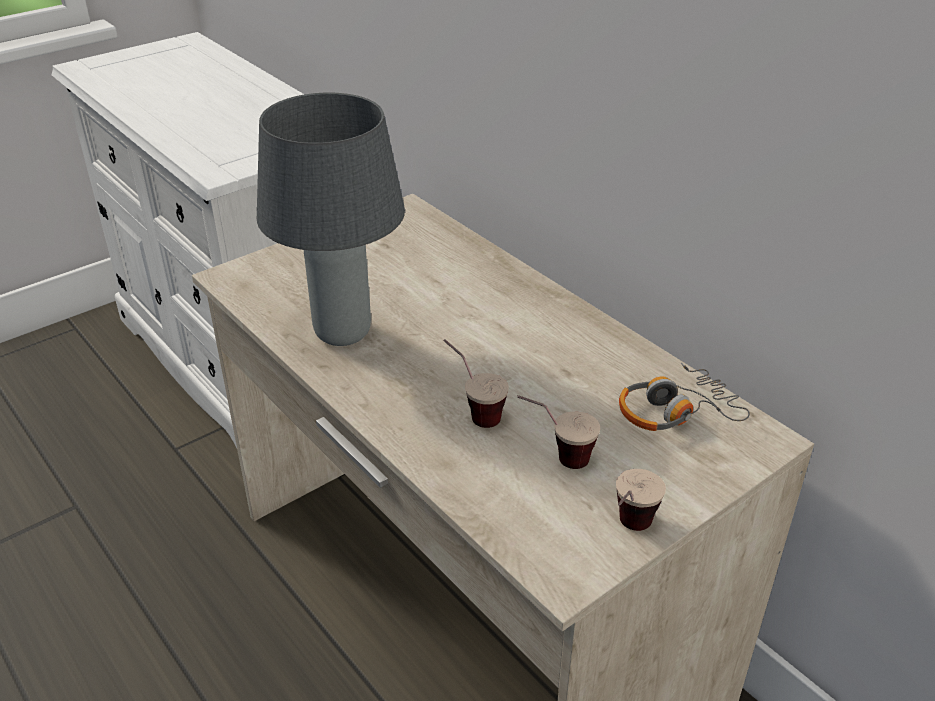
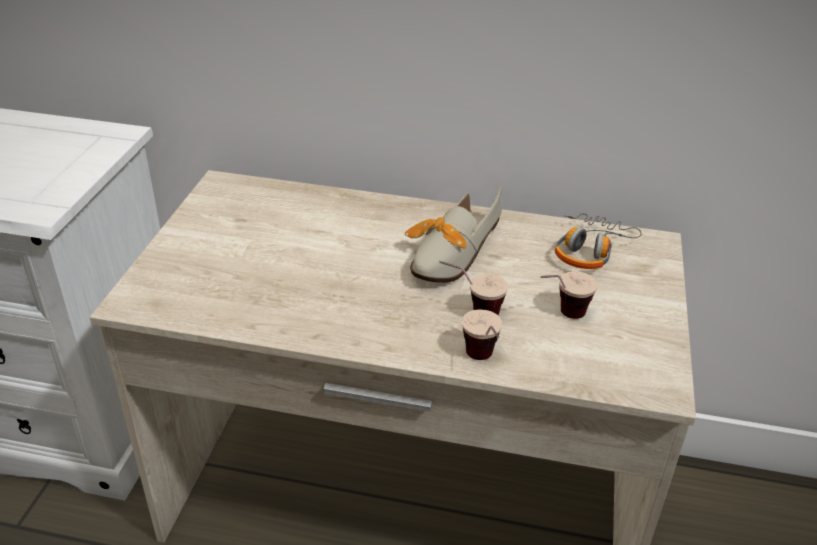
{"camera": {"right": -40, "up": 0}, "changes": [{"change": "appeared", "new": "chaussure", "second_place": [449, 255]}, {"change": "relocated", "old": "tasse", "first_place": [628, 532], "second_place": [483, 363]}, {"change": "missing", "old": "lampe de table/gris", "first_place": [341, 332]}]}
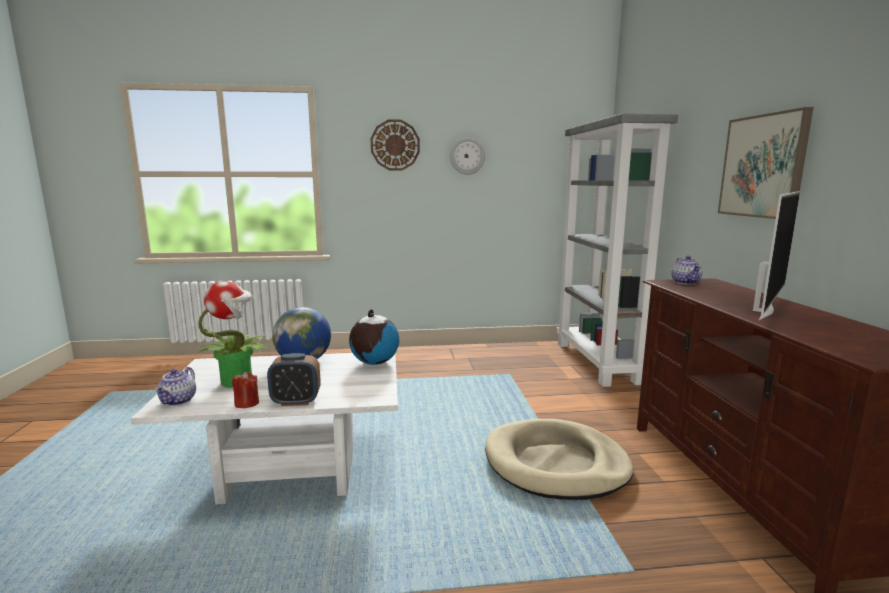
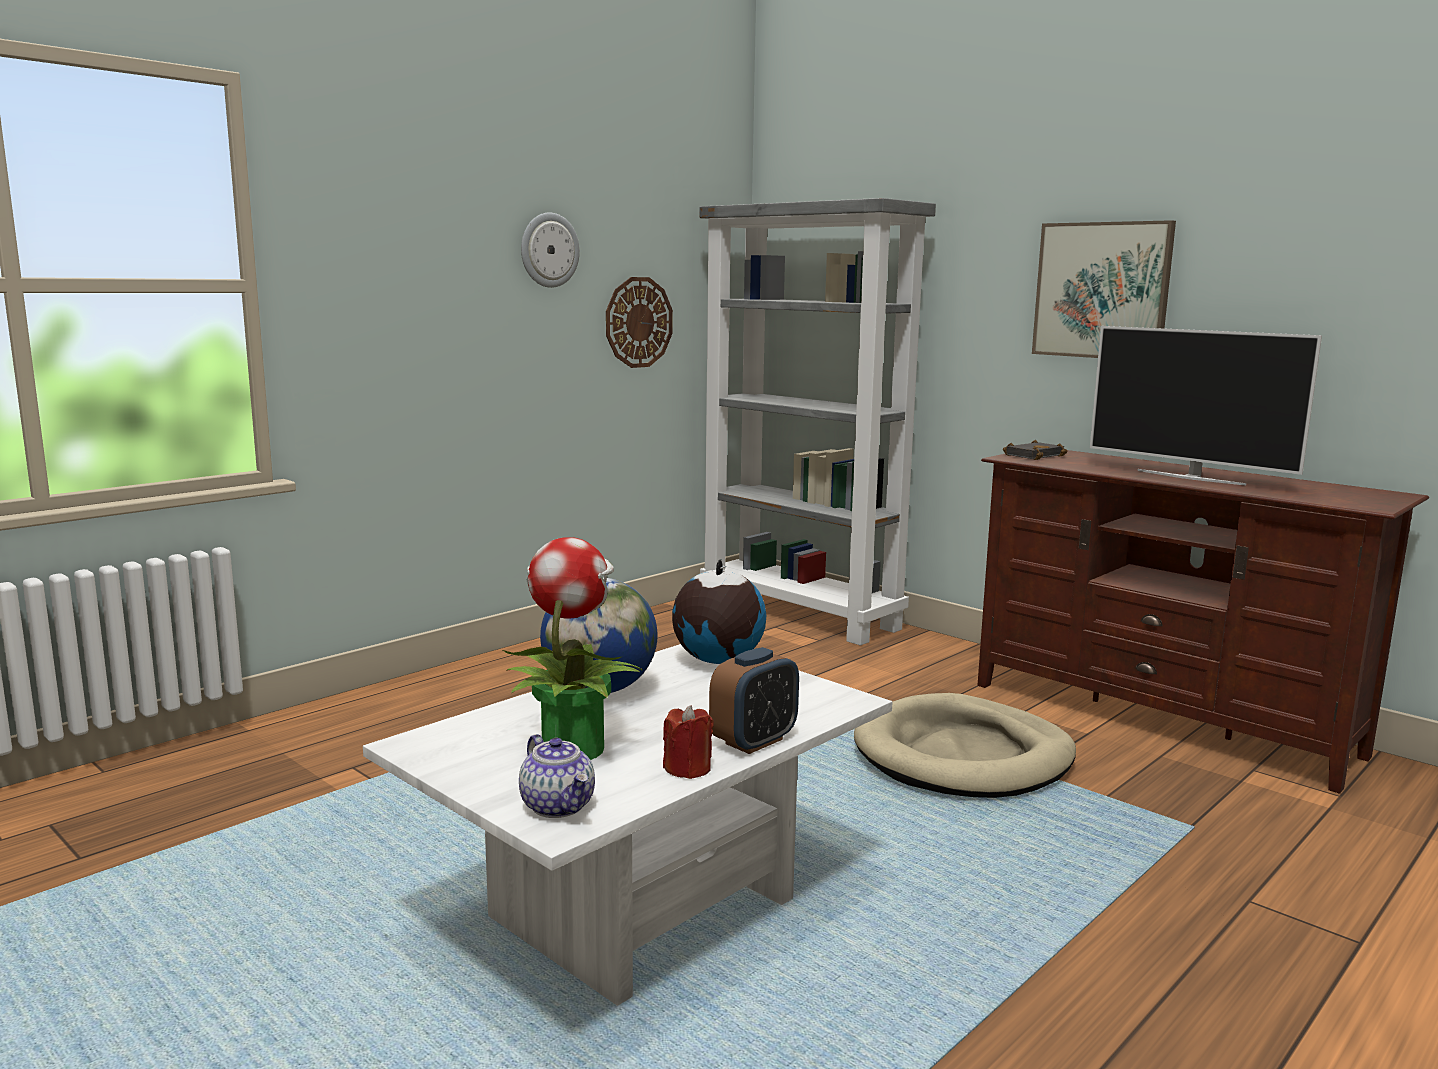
{"camera": {"right": -40, "up": 0}, "changes": [{"change": "relocated", "old": "horloge murale", "first_place": [395, 145], "second_place": [638, 322]}, {"change": "exchanged", "old": "théière", "new": "livre/noir", "first_place": [686, 282], "second_place": [1033, 455]}, {"change": "spun", "old": "téléviseur", "first_place": [763, 311], "second_place": [1190, 477], "degrees": 135}]}
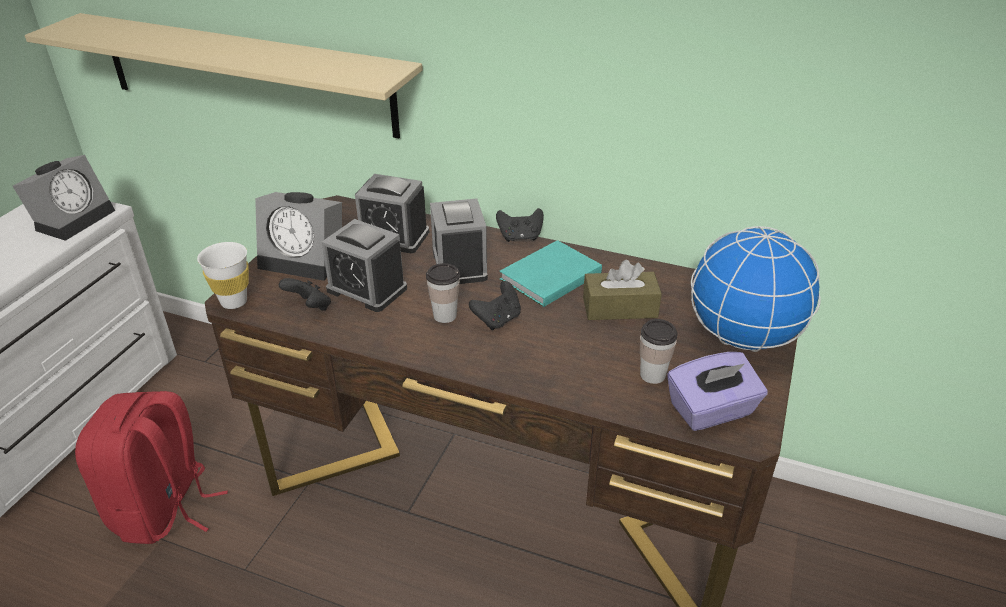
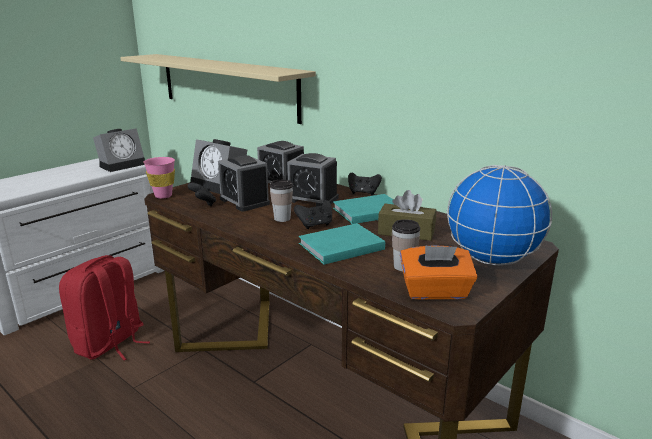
{"camera": {"right": 20, "up": -15}, "changes": [{"change": "colour", "old": "tasse/blanc", "new": "tasse/rose", "first_place": [234, 302], "second_place": [163, 196]}, {"change": "spun", "old": "réveil", "first_place": [459, 264], "second_place": [312, 199], "degrees": -75}, {"change": "appeared", "new": "livre/turquoise", "second_place": [339, 246]}, {"change": "colour", "old": "boîte à mouchoirs/violet", "new": "boîte à mouchoirs/orange", "first_place": [711, 411], "second_place": [435, 292]}]}
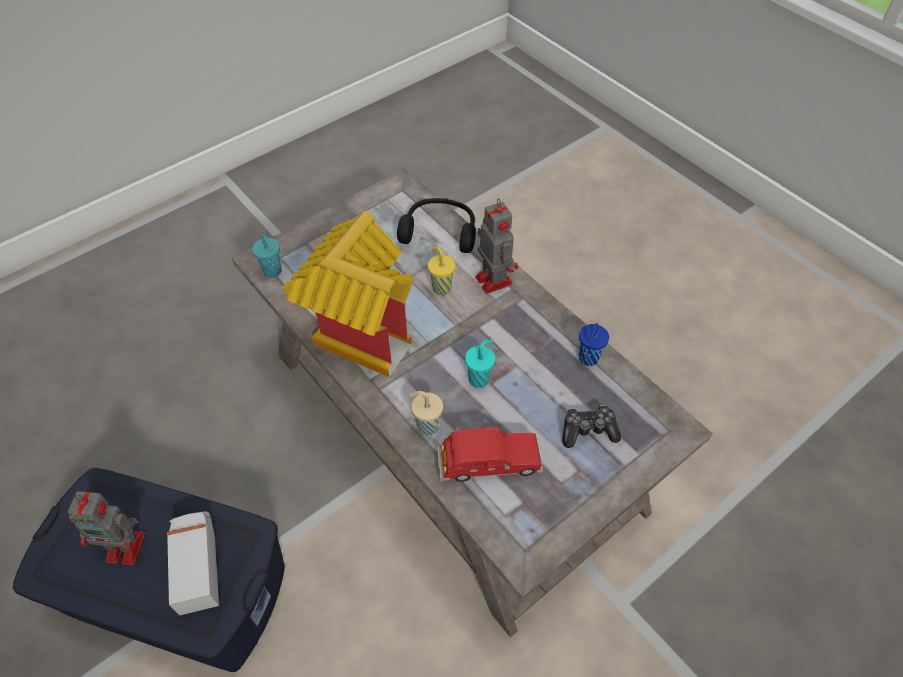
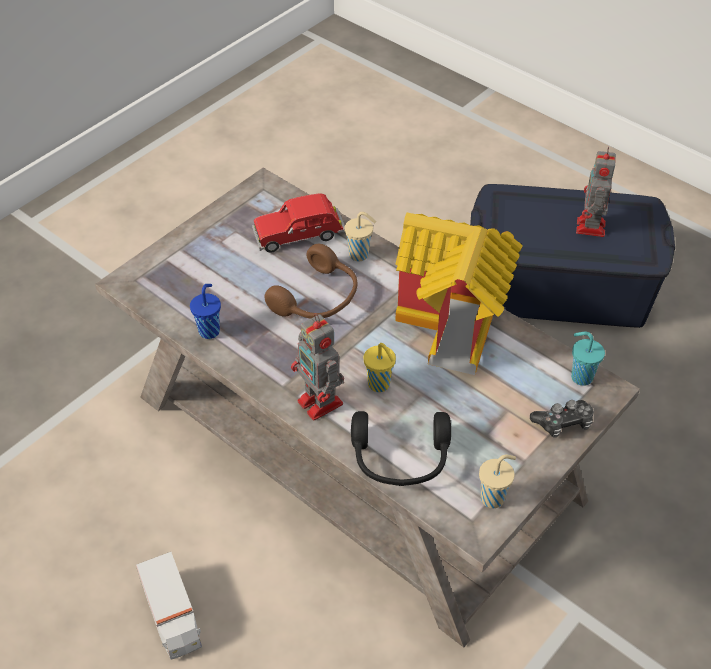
{"camera": {"right": 170, "up": -5}, "changes": [{"change": "relocated", "old": "camion jouet", "first_place": [199, 565], "second_place": [172, 616]}, {"change": "exchanged", "old": "tasse/turquoise", "new": "casque audio/marron", "first_place": [479, 379], "second_place": [318, 298]}, {"change": "appeared", "new": "tasse/beige", "second_place": [493, 498]}, {"change": "relocated", "old": "manette", "first_place": [588, 430], "second_place": [563, 423]}, {"change": "spun", "old": "robot jouet", "first_place": [128, 547], "second_place": [590, 228], "degrees": -75}]}
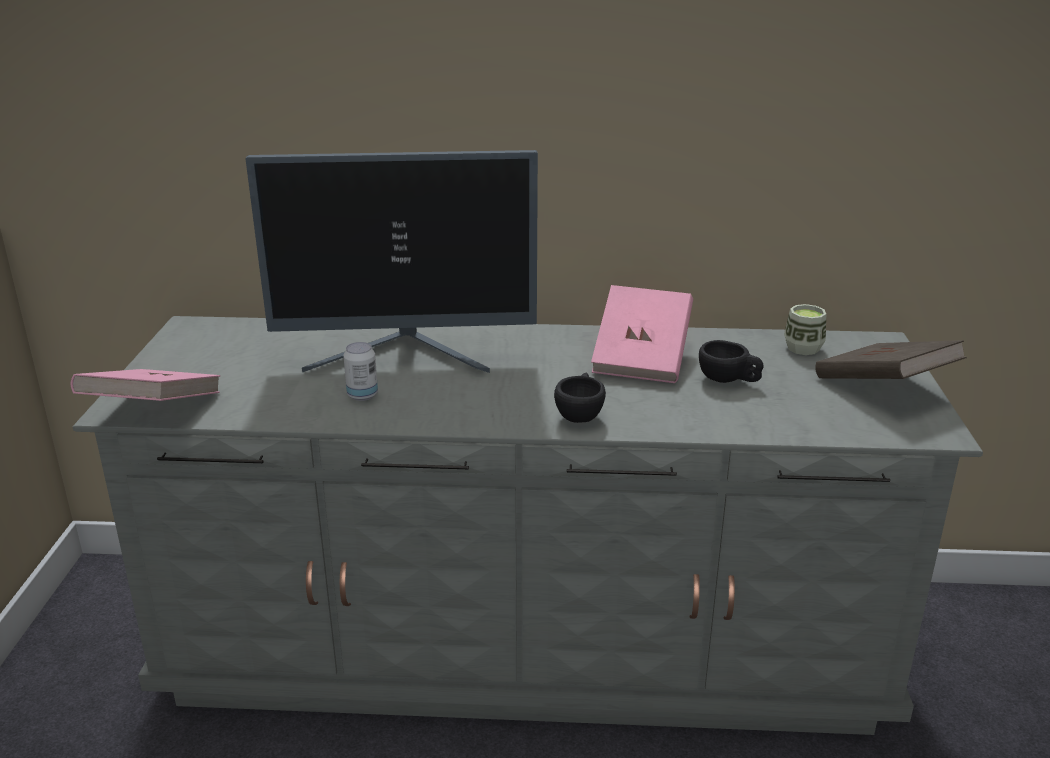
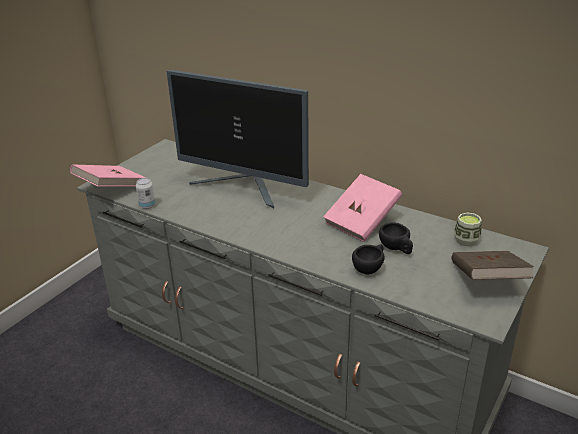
{"camera": {"right": 30, "up": 5}, "changes": [{"change": "relocated", "old": "boîte métallique", "first_place": [362, 395], "second_place": [147, 205]}, {"change": "relocated", "old": "tasse/noir", "first_place": [580, 414], "second_place": [370, 268]}]}
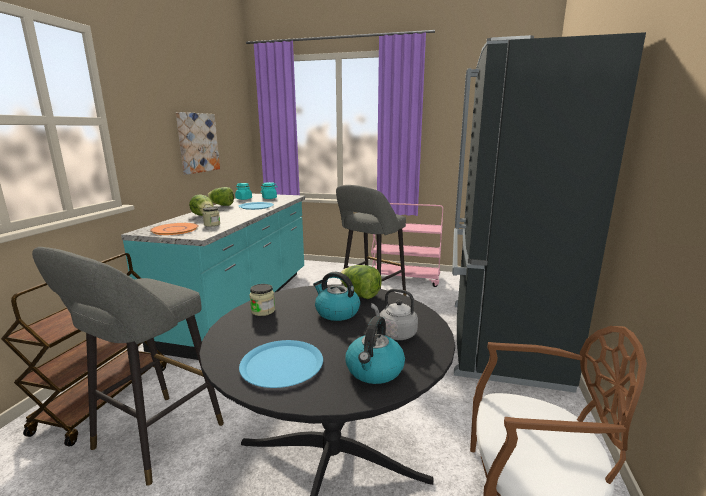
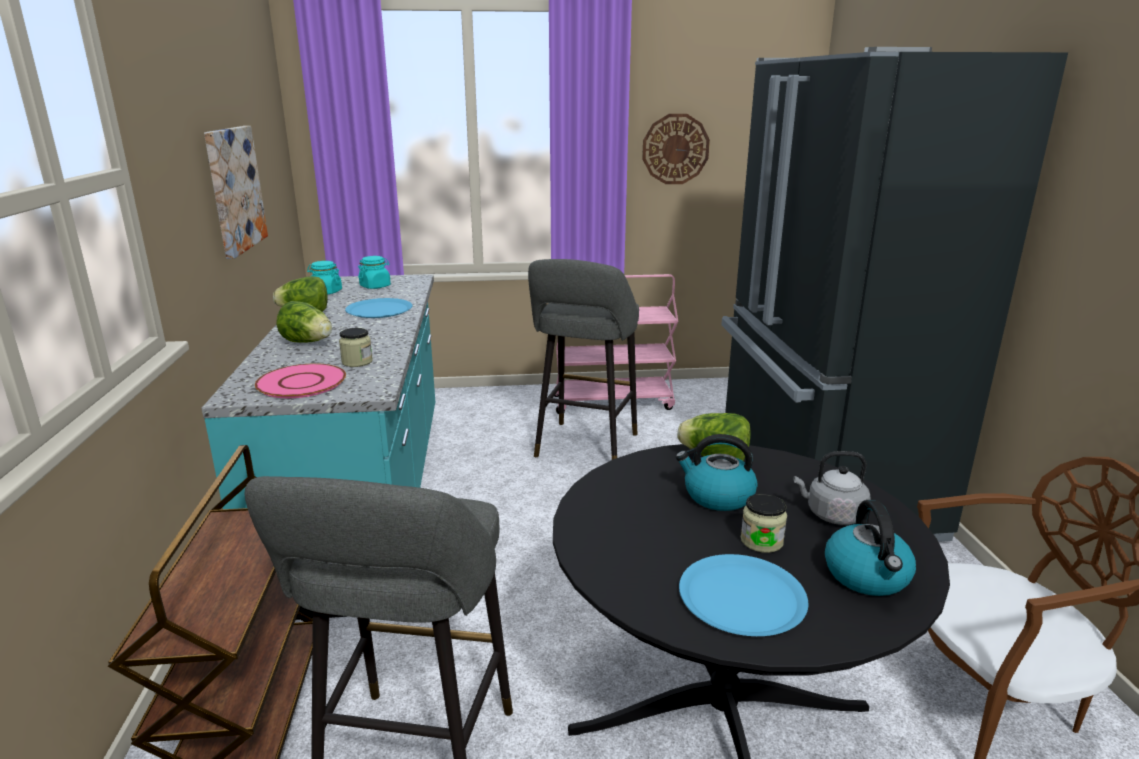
{"camera": {"right": -20, "up": 5}, "changes": [{"change": "colour", "old": "assiette/orange", "new": "assiette/rose", "first_place": [175, 230], "second_place": [302, 383]}, {"change": "appeared", "new": "horloge murale", "second_place": [675, 149]}, {"change": "relocated", "old": "bocal", "first_place": [263, 311], "second_place": [761, 541]}]}
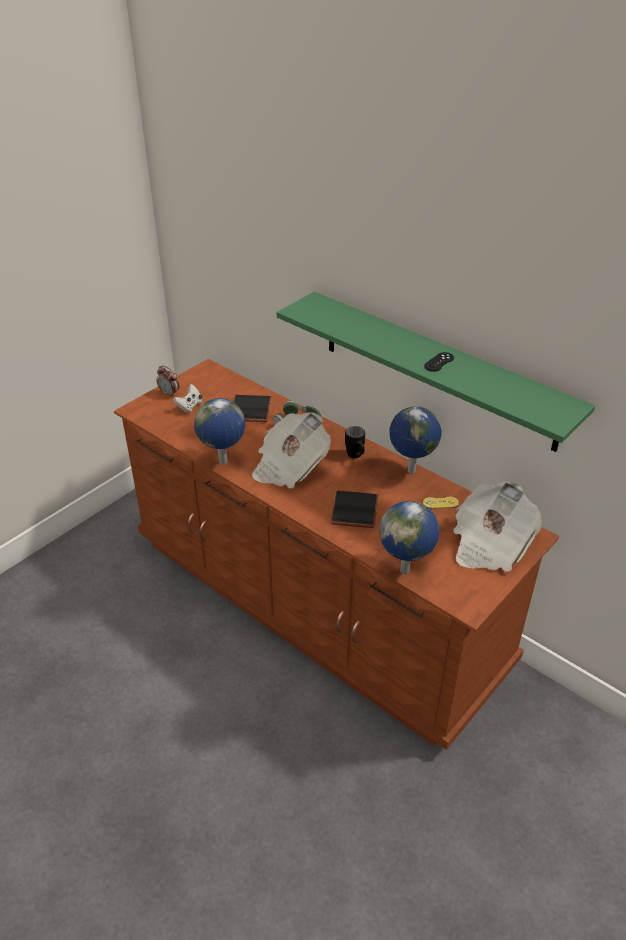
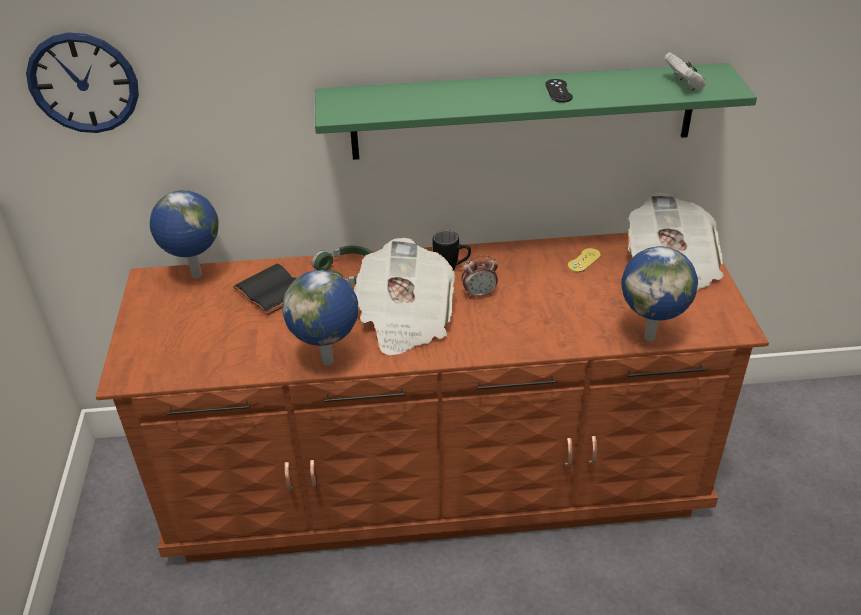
{"camera": {"right": -45, "up": 0}, "changes": [{"change": "appeared", "new": "horloge murale", "second_place": [83, 83]}, {"change": "relocated", "old": "globe", "first_place": [410, 471], "second_place": [195, 275]}, {"change": "relocated", "old": "réveil", "first_place": [169, 393], "second_place": [479, 294]}, {"change": "relocated", "old": "manette/blanc", "first_place": [189, 406], "second_place": [684, 85]}, {"change": "missing", "old": "livre/noir", "first_place": [356, 511]}]}
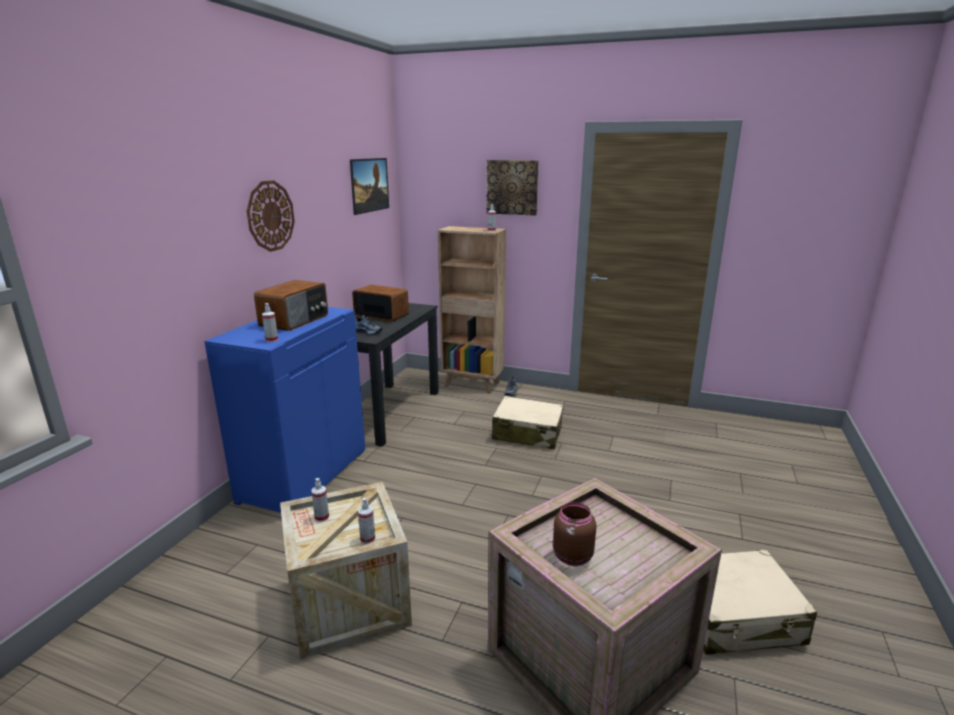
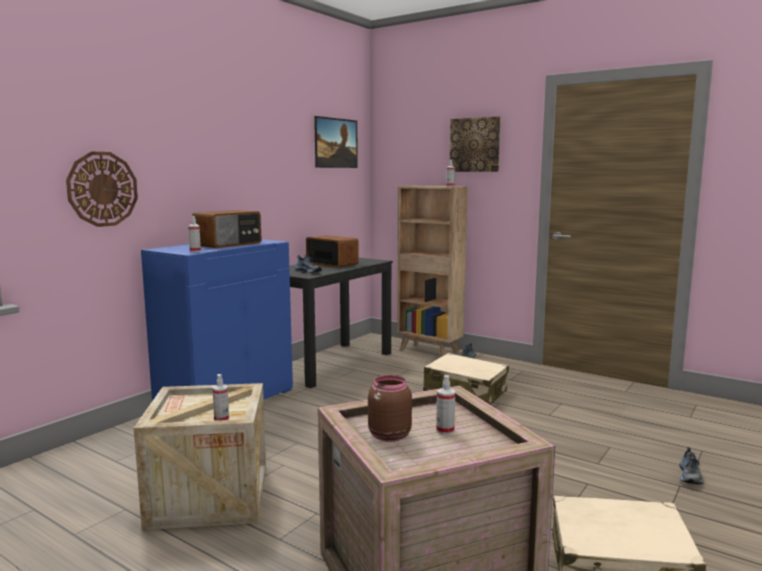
{"camera": {"right": 15, "up": -10}, "changes": [{"change": "relocated", "old": "horloge murale", "first_place": [270, 216], "second_place": [102, 189]}, {"change": "relocated", "old": "vaporisateur", "first_place": [322, 517], "second_place": [445, 430]}, {"change": "appeared", "new": "chaussure", "second_place": [690, 476]}]}
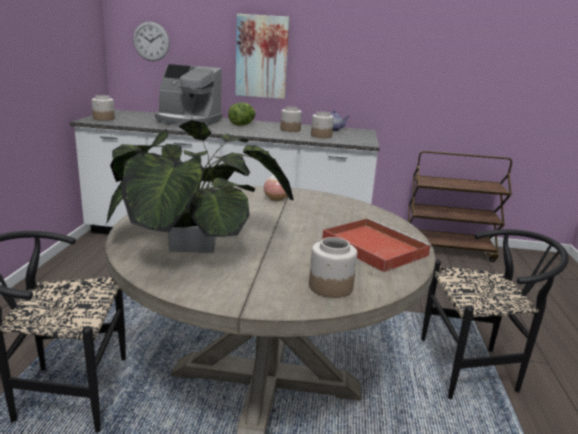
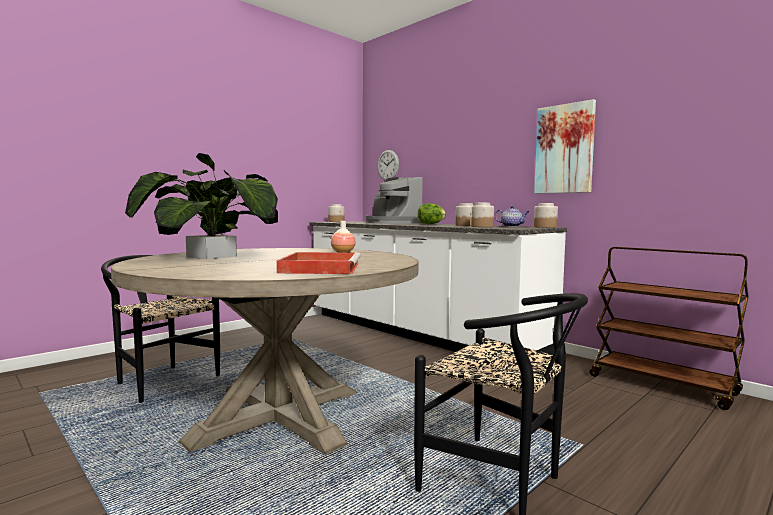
{"camera": {"right": 40, "up": -15}, "changes": [{"change": "relocated", "old": "tableau", "first_place": [262, 57], "second_place": [564, 149]}, {"change": "relocated", "old": "bocal", "first_place": [330, 287], "second_place": [545, 227]}]}
